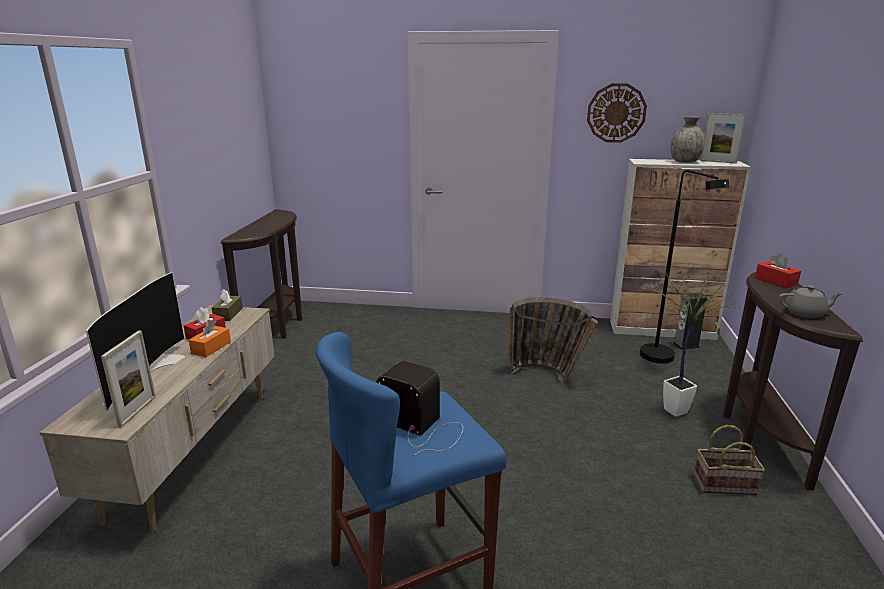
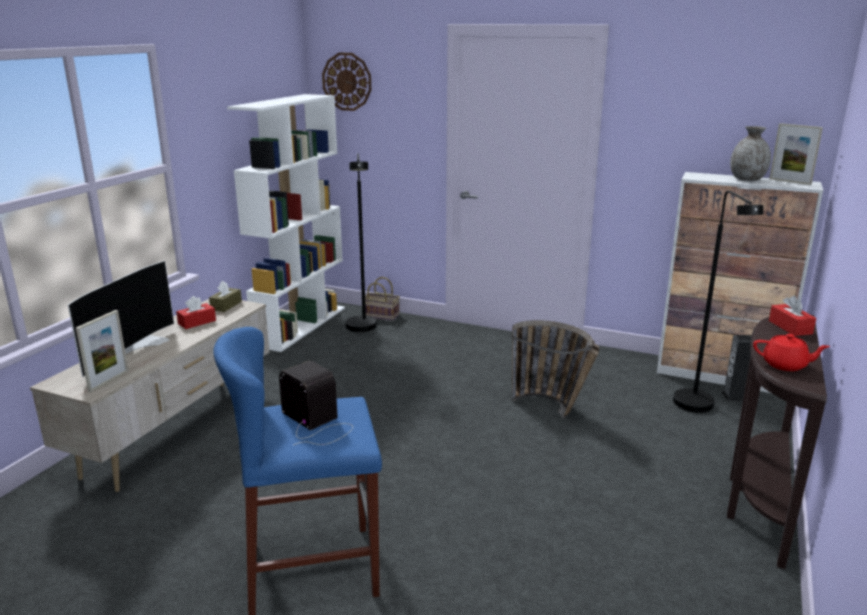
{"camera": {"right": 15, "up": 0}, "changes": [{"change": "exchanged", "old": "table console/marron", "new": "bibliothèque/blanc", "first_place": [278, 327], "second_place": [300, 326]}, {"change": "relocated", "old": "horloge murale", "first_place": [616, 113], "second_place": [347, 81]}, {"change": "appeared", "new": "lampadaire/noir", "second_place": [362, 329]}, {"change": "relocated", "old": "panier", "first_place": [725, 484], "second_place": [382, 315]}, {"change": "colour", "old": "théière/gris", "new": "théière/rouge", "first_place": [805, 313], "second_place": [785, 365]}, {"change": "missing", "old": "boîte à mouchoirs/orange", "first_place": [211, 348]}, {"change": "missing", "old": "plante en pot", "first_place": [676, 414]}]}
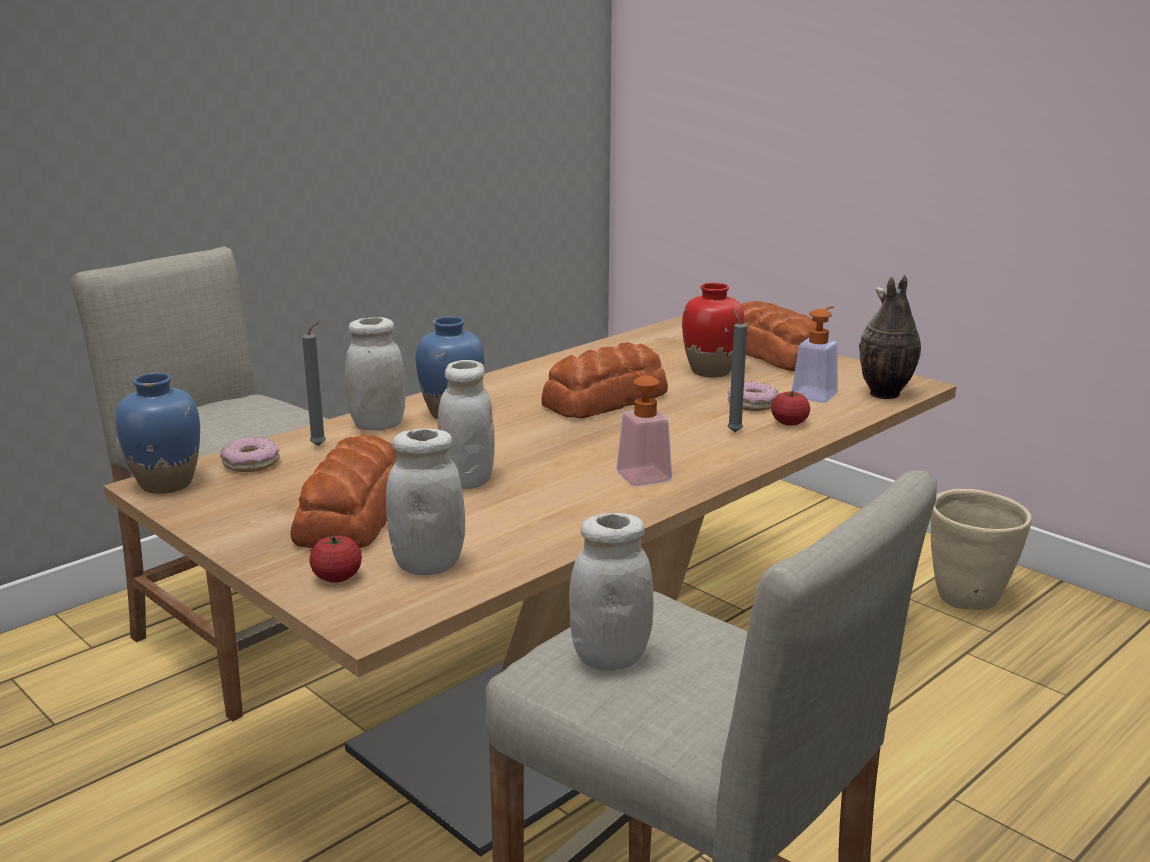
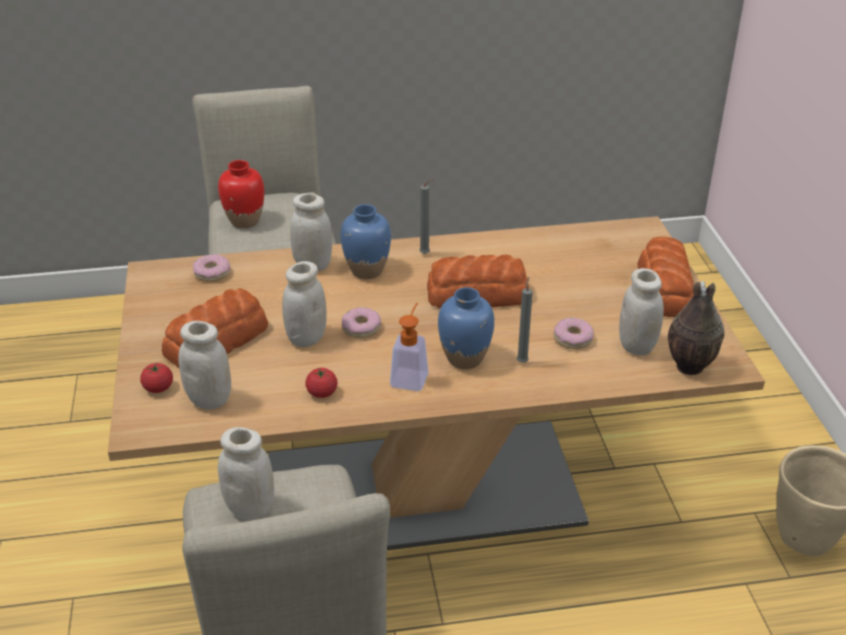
{"camera": {"right": 35, "up": 15}, "changes": [{"change": "relocated", "old": "vase/rouge", "first_place": [711, 371], "second_place": [244, 221]}, {"change": "relocated", "old": "tomate", "first_place": [789, 423], "second_place": [322, 393]}, {"change": "appeared", "new": "beignet", "second_place": [361, 328]}, {"change": "relocated", "old": "bougie/gris", "first_place": [321, 445], "second_place": [426, 254]}, {"change": "relocated", "old": "vase/bleu", "first_place": [167, 483], "second_place": [465, 358]}, {"change": "exchanged", "old": "distributeur de savon", "new": "bocal/blanc", "first_place": [817, 393], "second_place": [636, 346]}]}
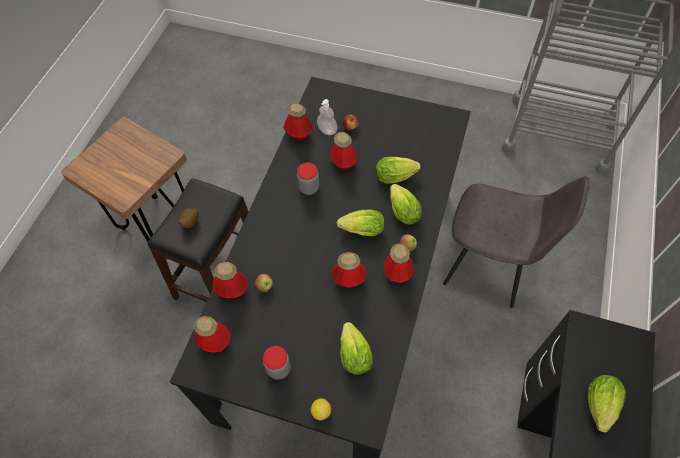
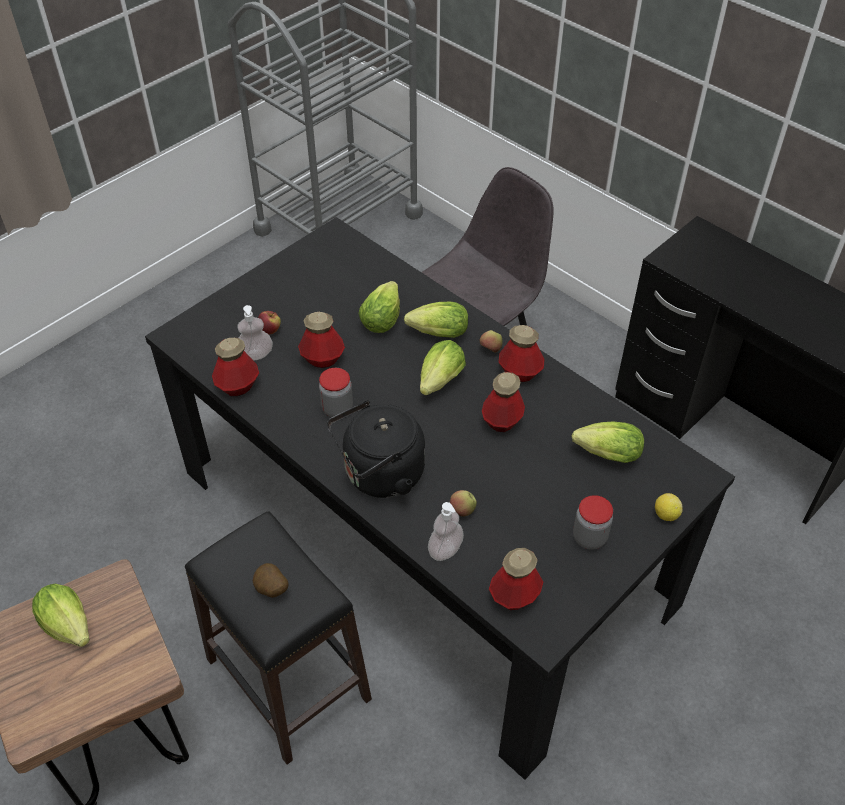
{"camera": {"right": -65, "up": -10}, "changes": [{"change": "relocated", "old": "laitue", "first_place": [599, 408], "second_place": [70, 629]}, {"change": "appeared", "new": "bouilloire/noir", "second_place": [380, 475]}, {"change": "exchanged", "old": "bouteille", "new": "distributeur de savon", "first_place": [232, 289], "second_place": [445, 549]}]}
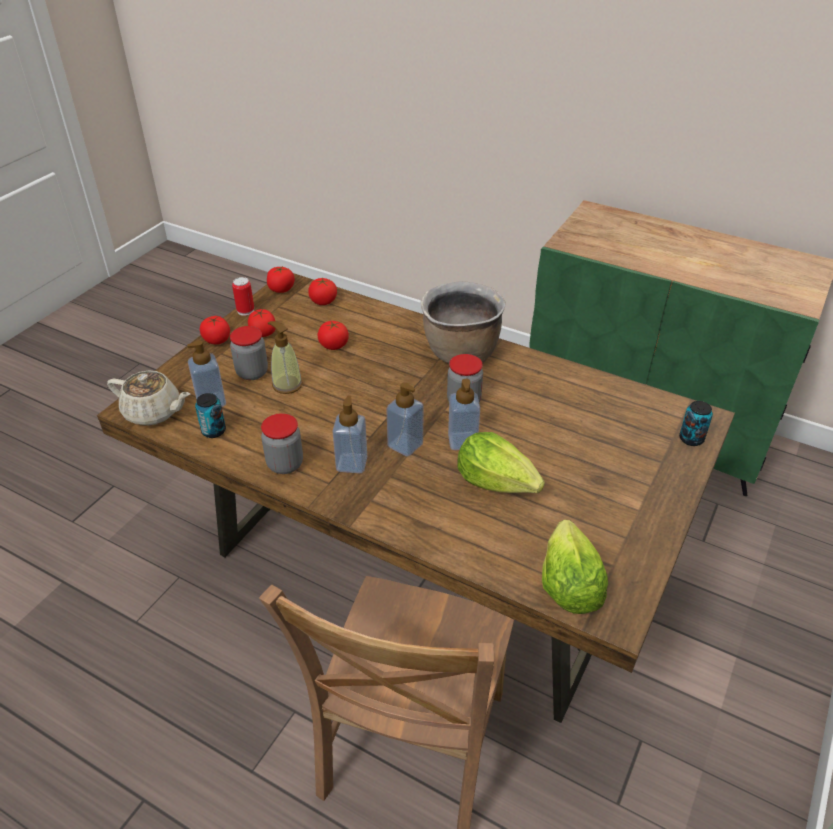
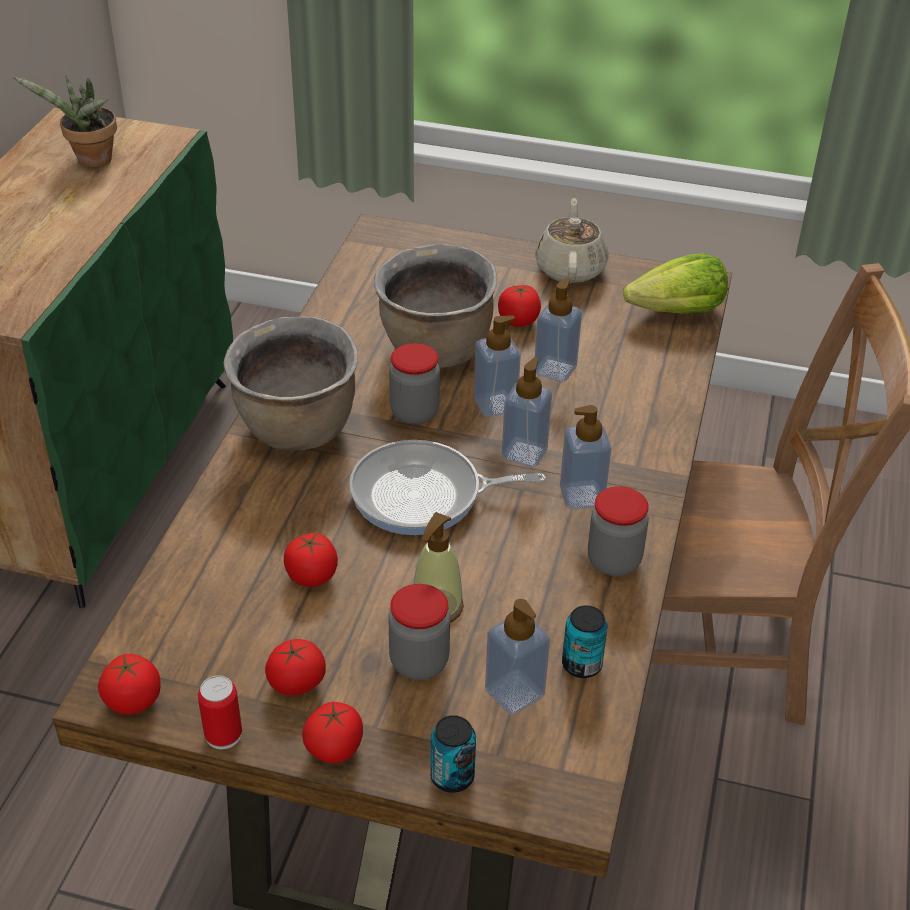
{"camera": {"right": -105, "up": 0}, "changes": [{"change": "appeared", "new": "plante en pot", "second_place": [90, 161]}, {"change": "appeared", "new": "poêle", "second_place": [423, 496]}, {"change": "appeared", "new": "marmite/marron", "second_place": [436, 350]}, {"change": "relocated", "old": "boîte métallique", "first_place": [691, 439], "second_place": [452, 776]}, {"change": "relocated", "old": "tomate", "first_place": [323, 301], "second_place": [518, 320]}, {"change": "relocated", "old": "théière/beige", "first_place": [154, 412], "second_place": [570, 268]}, {"change": "exchanged", "old": "laitue", "new": "distributeur de savon", "first_place": [497, 481], "second_place": [555, 370]}]}
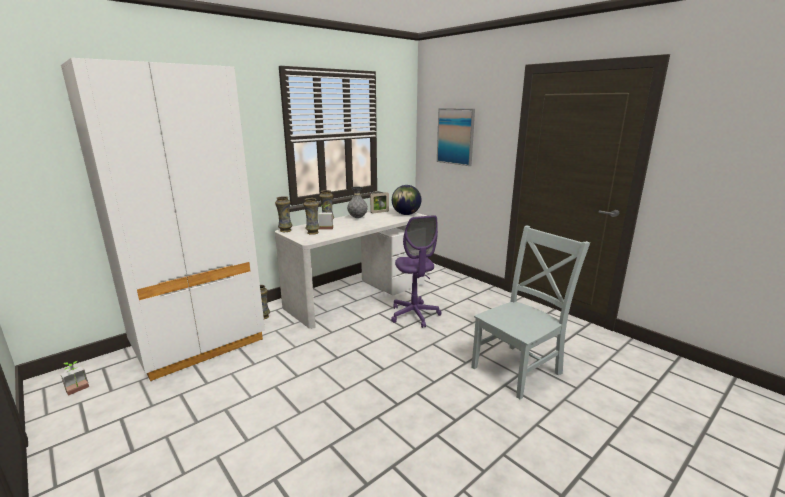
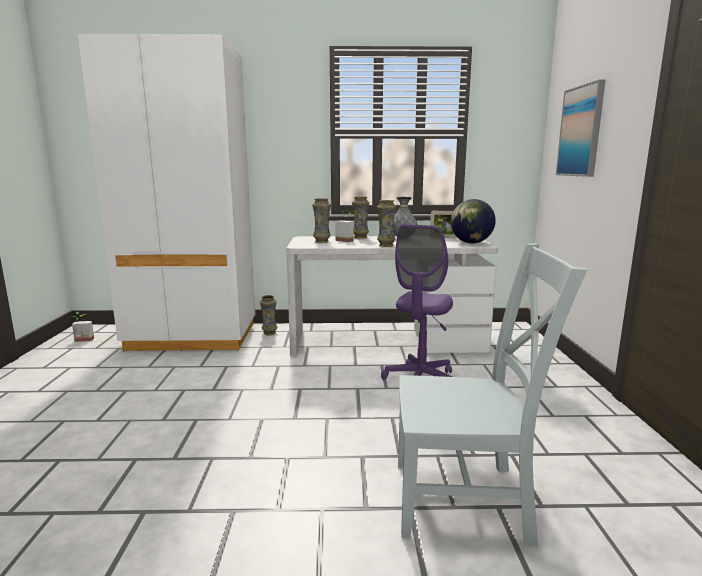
{"camera": {"right": 40, "up": -5}, "changes": [{"change": "relocated", "old": "vase", "first_place": [285, 230], "second_place": [385, 245]}]}
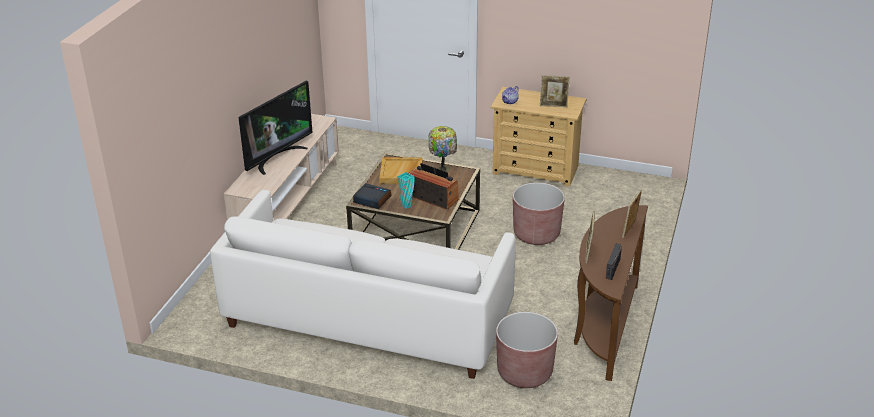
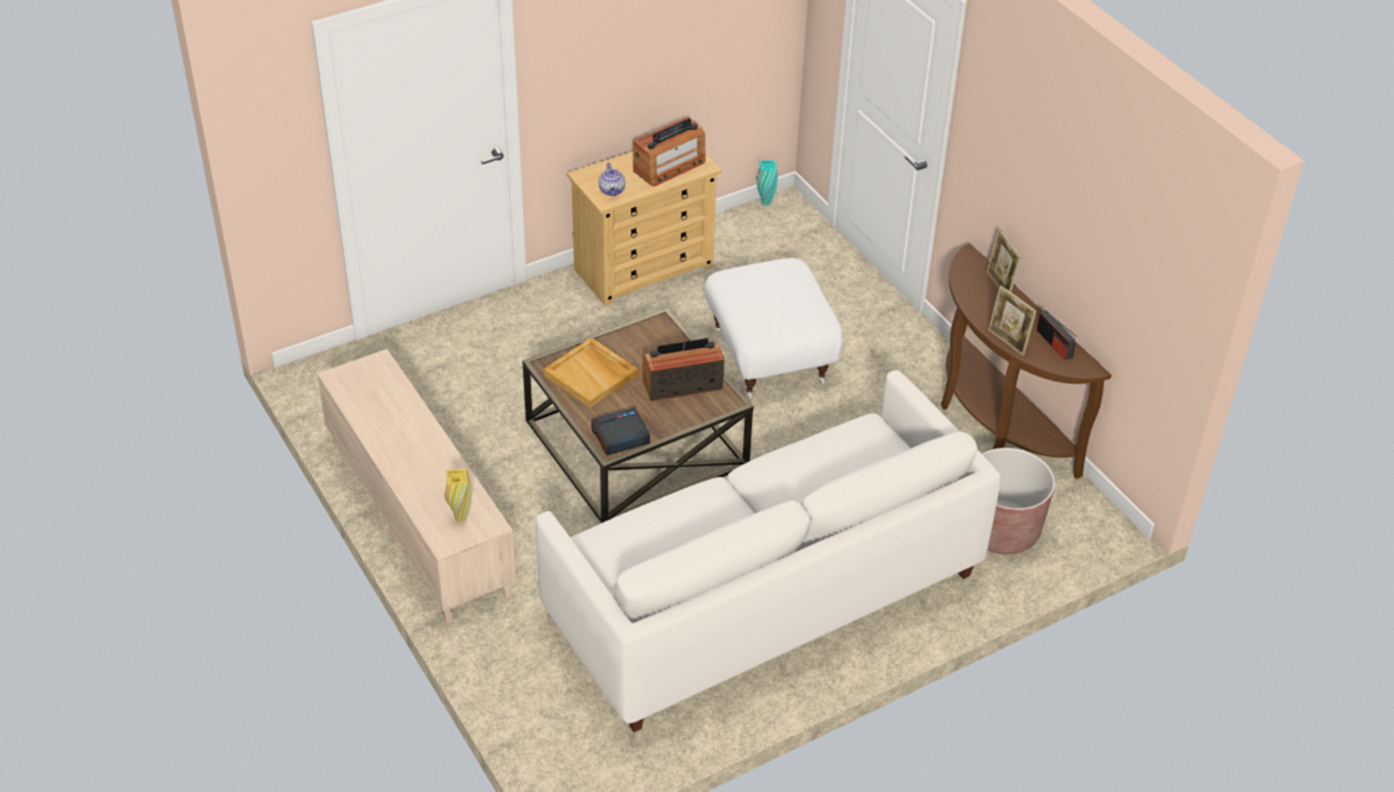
{"camera": {"right": -50, "up": 10}, "changes": [{"change": "appeared", "new": "vase/jaune", "second_place": [460, 518]}, {"change": "exchanged", "old": "cadre photo", "new": "radio", "first_place": [553, 106], "second_place": [669, 166]}, {"change": "exchanged", "old": "cache-pot/marron", "new": "pouf/blanc", "first_place": [536, 234], "second_place": [771, 355]}, {"change": "relocated", "old": "vase/turquoise", "first_place": [406, 206], "second_place": [765, 203]}, {"change": "missing", "old": "téléviseur", "first_place": [277, 157]}, {"change": "missing", "old": "lampe de table", "first_place": [443, 168]}]}
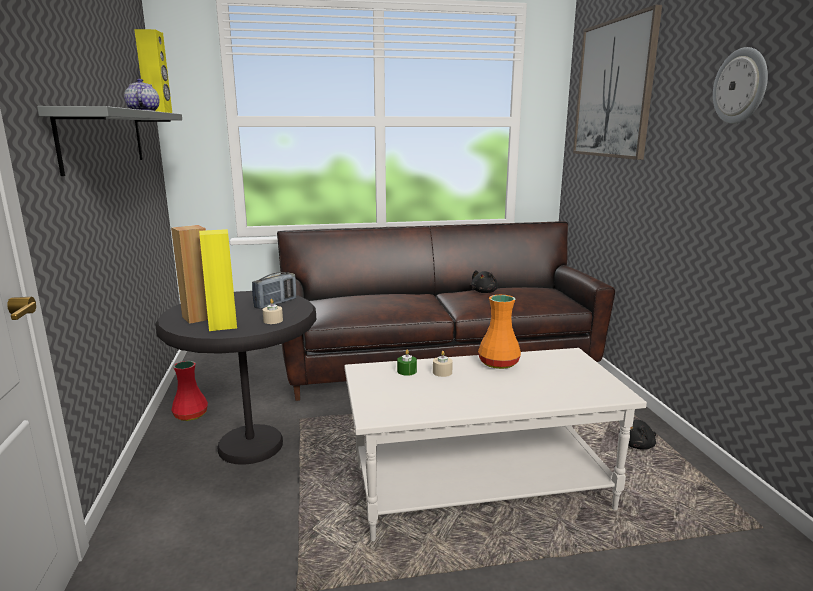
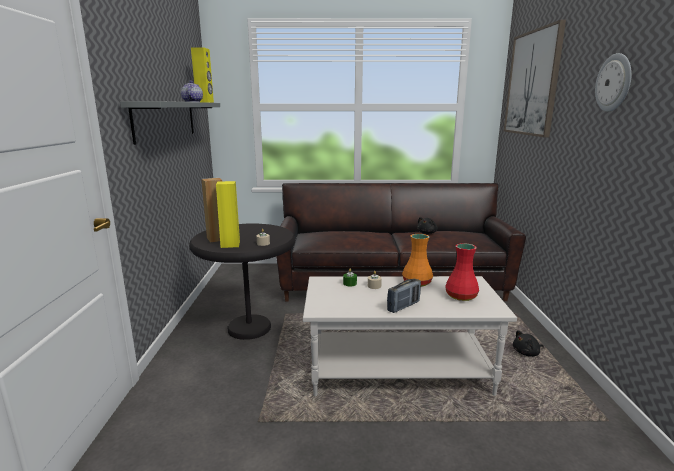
{"camera": {"right": 10, "up": 0}, "changes": [{"change": "relocated", "old": "radio", "first_place": [275, 303], "second_place": [403, 306]}, {"change": "relocated", "old": "vase/rouge", "first_place": [191, 415], "second_place": [461, 296]}]}
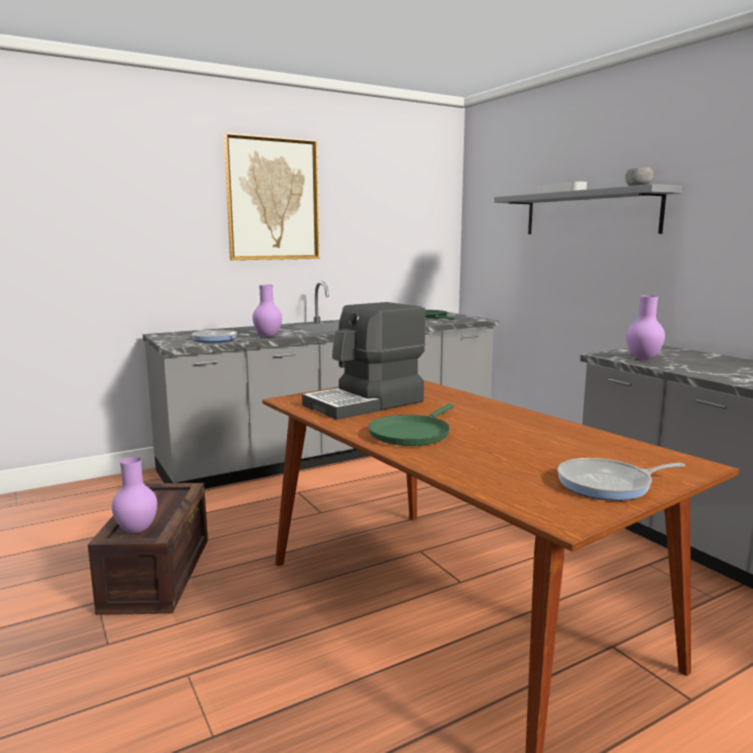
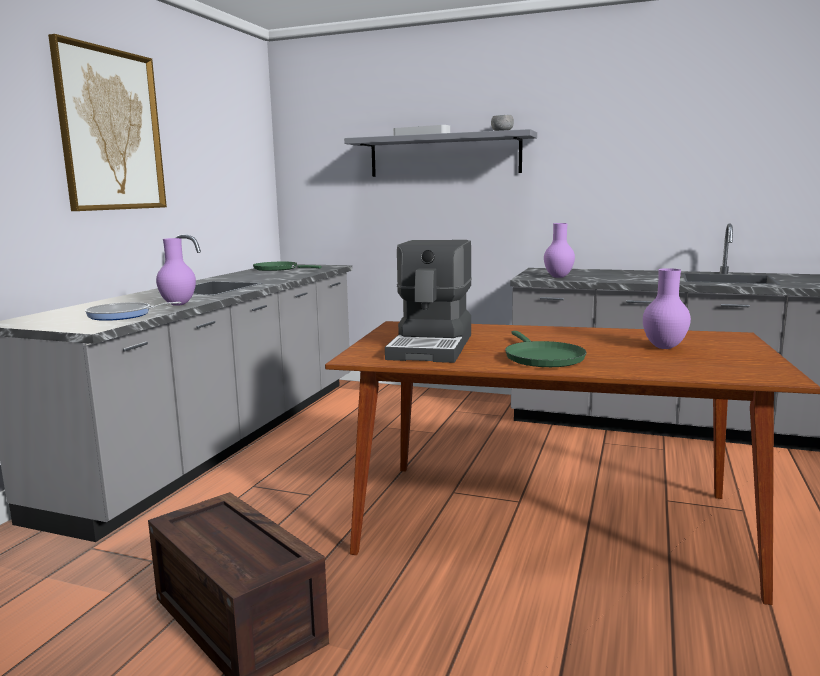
{"camera": {"right": -40, "up": 0}, "changes": [{"change": "relocated", "old": "vase/violet", "first_place": [136, 530], "second_place": [663, 347]}, {"change": "missing", "old": "poêle", "first_place": [609, 484]}]}
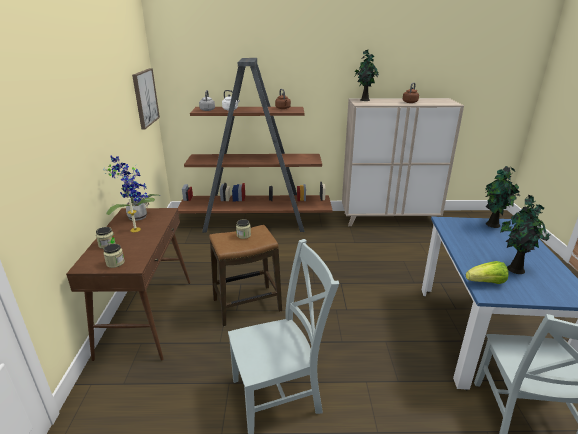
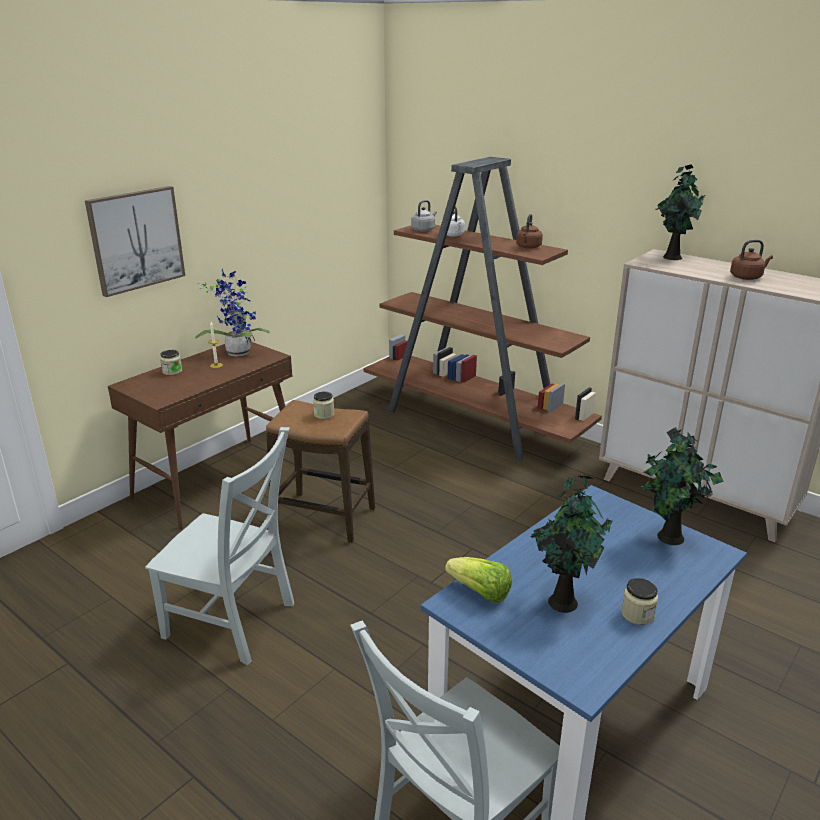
{"camera": {"right": 40, "up": 0}, "changes": [{"change": "relocated", "old": "tableau", "first_place": [145, 98], "second_place": [136, 240]}, {"change": "relocated", "old": "bocal", "first_place": [115, 263], "second_place": [637, 614]}]}
